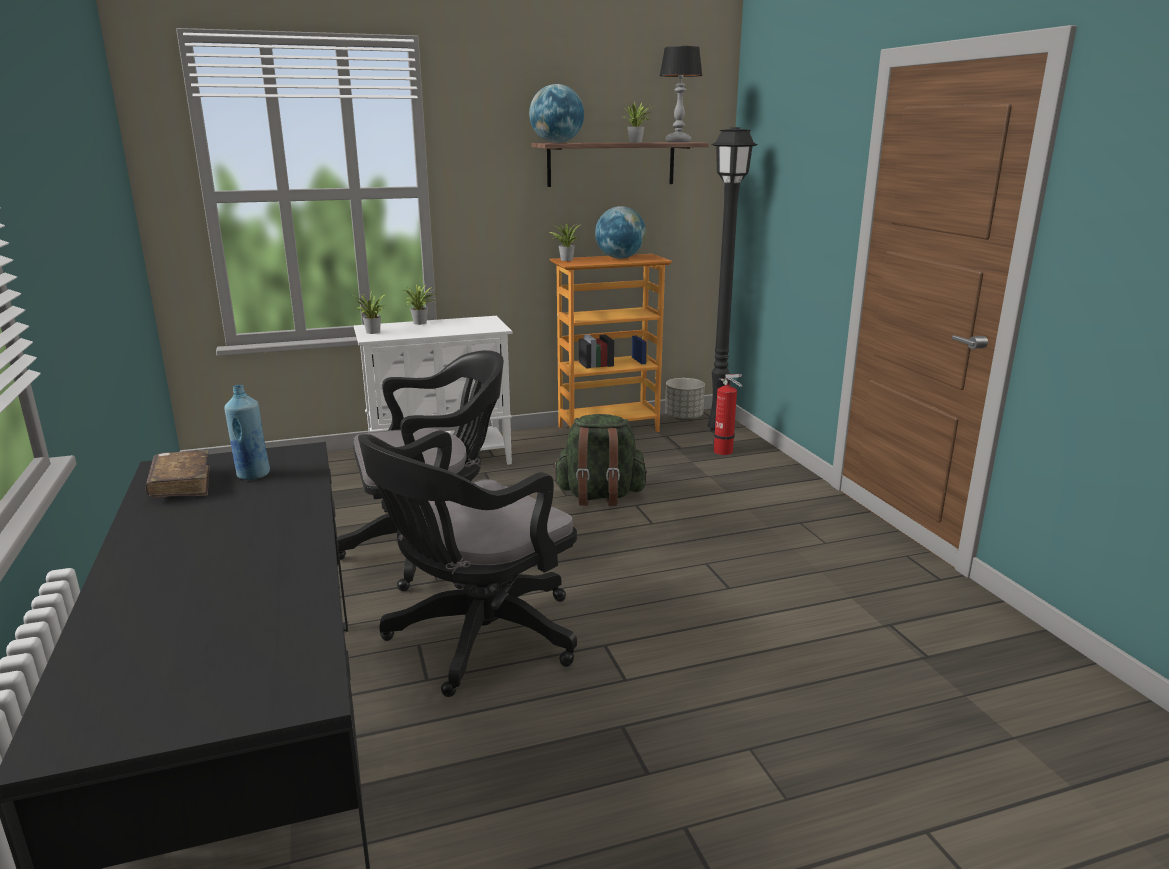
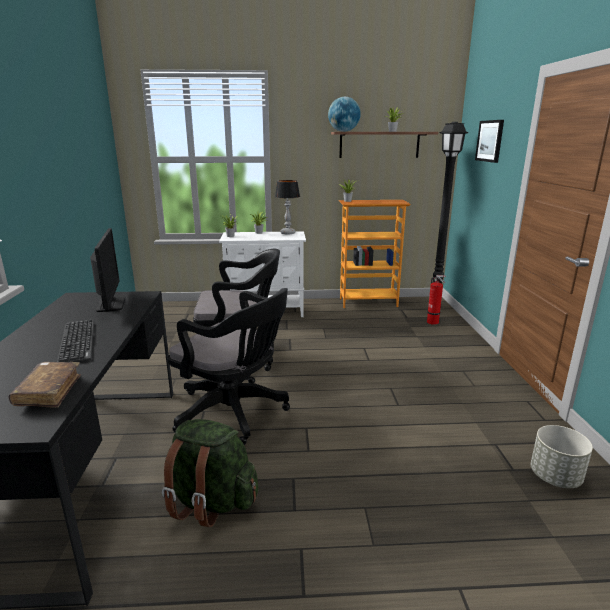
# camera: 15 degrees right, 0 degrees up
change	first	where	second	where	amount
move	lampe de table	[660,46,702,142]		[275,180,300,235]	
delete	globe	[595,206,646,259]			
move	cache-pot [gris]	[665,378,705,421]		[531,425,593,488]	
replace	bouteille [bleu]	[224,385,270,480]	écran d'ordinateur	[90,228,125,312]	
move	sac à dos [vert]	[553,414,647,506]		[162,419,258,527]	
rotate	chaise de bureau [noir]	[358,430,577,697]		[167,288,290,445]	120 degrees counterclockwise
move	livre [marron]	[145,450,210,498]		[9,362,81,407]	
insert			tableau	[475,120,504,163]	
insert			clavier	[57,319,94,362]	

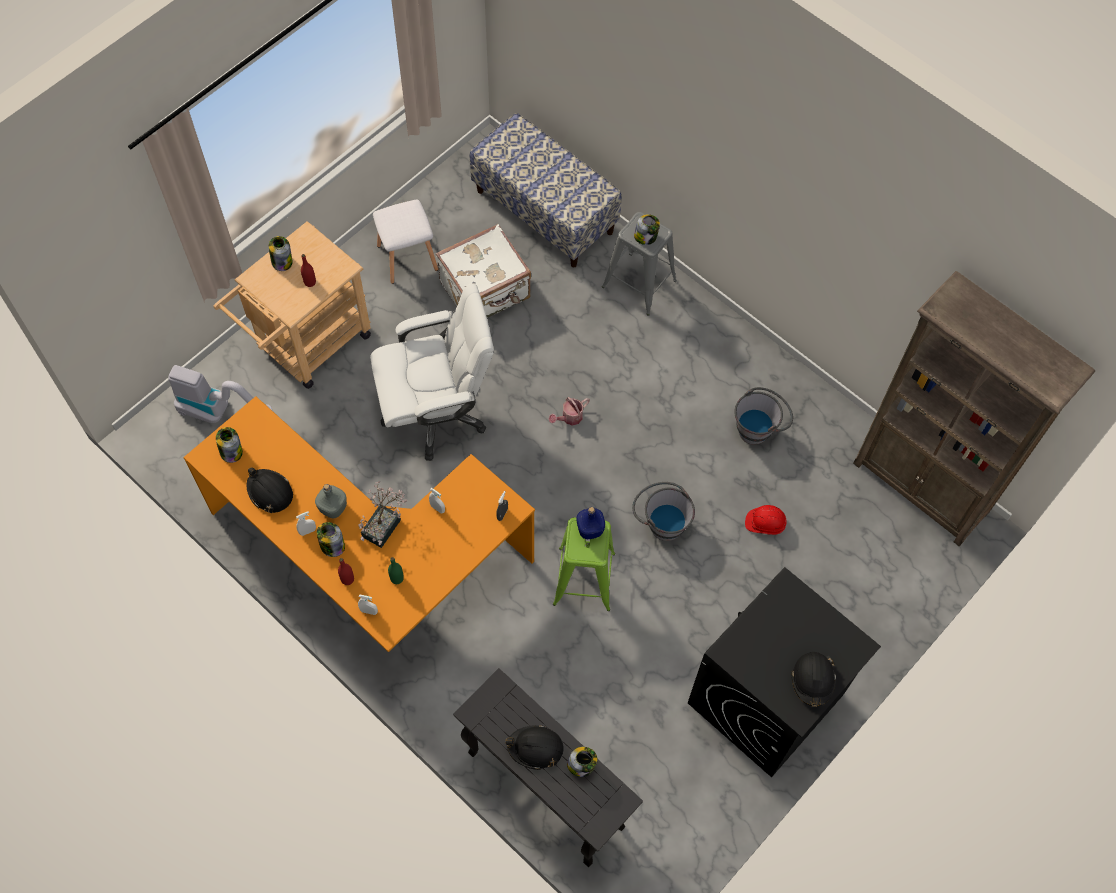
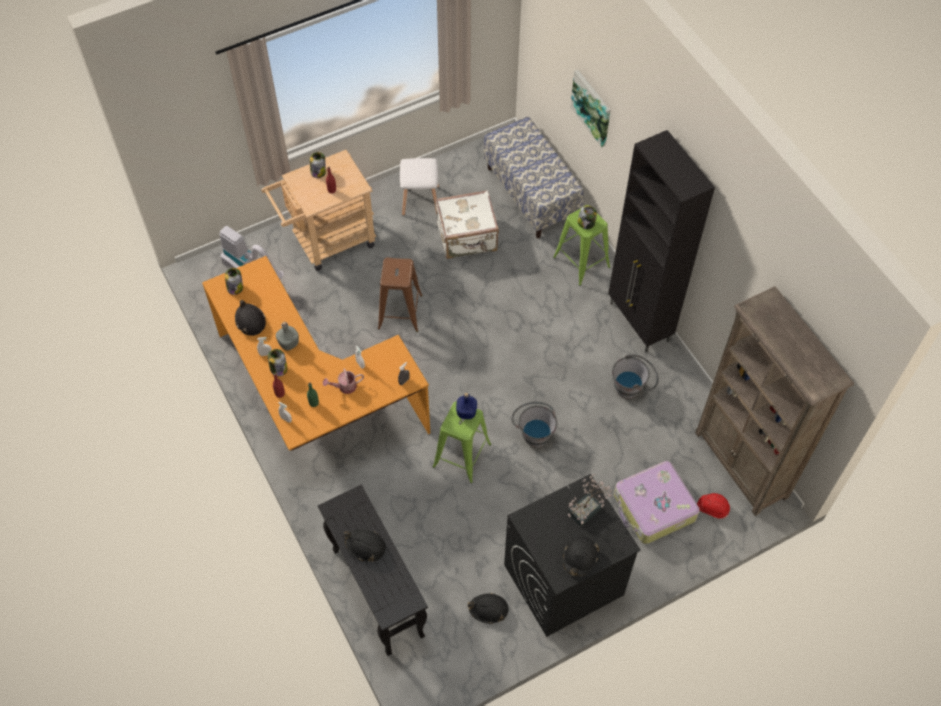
# camera: 20 degrees right, 5 degrees down
change	first	where	second	where	amount
recolor	tabouret [gris]	[602,212,677,315]	tabouret [vert]	[553,205,610,286]	
replace	chaise de bureau [blanc]	[370,284,494,461]	tabouret [marron]	[378,258,423,332]	
move	arrosoir	[549,397,590,426]		[323,368,364,394]	
move	plante en pot	[358,481,408,548]		[568,474,612,527]	
move	casque de chantier [rouge]	[745,505,787,535]		[697,493,730,519]	
delete	bocal	[567,747,598,777]			
insert			tableau	[570,70,611,147]	
insert			meuble de rangement [noir]	[608,130,715,353]	
insert			valise	[614,461,700,544]	
insert			casque de chantier [noir]	[468,593,509,624]	

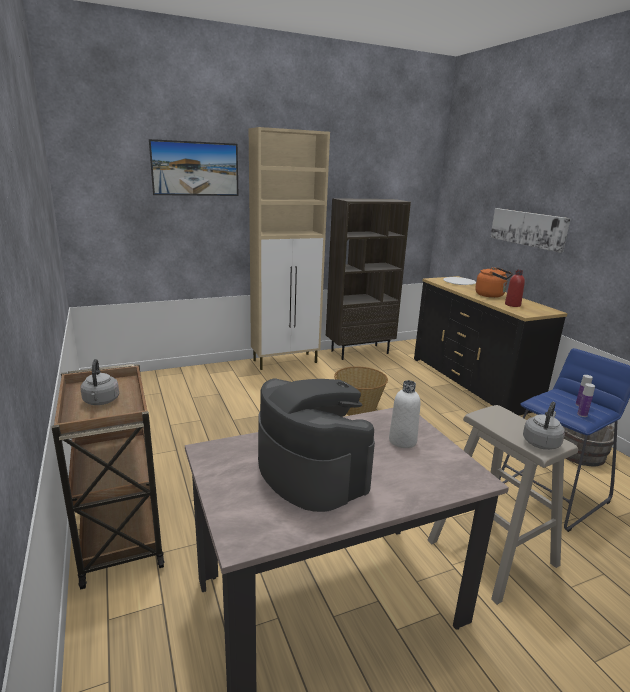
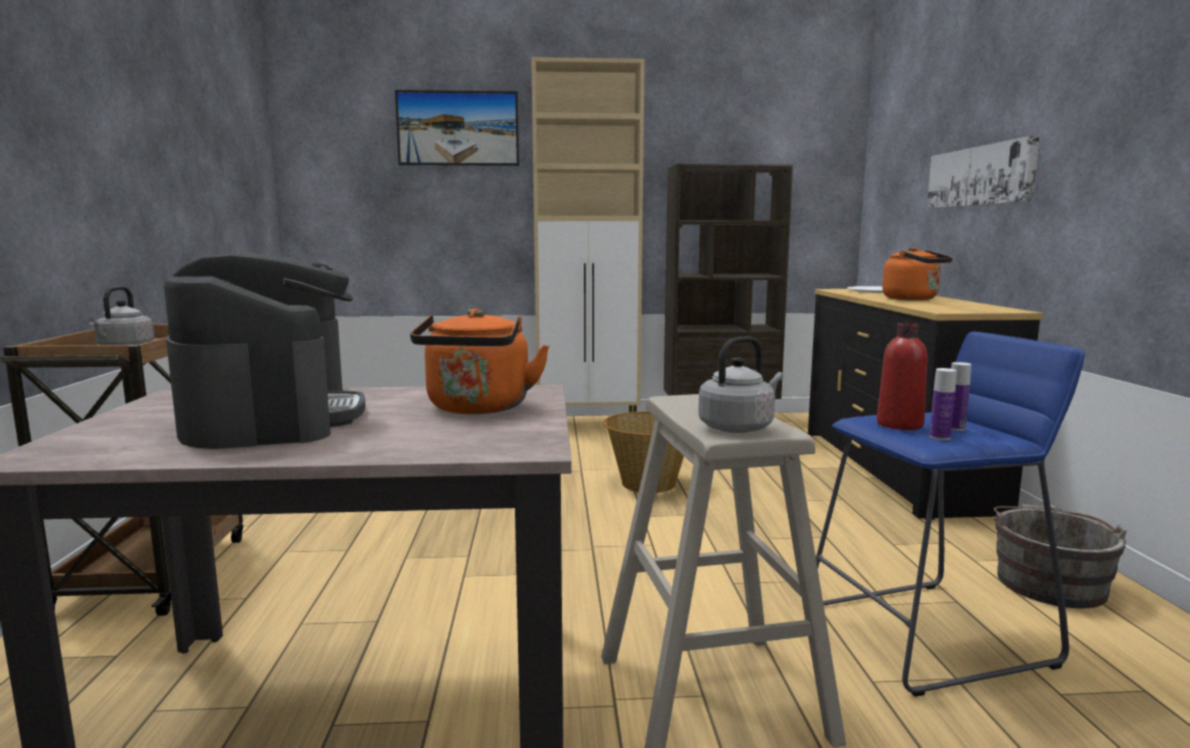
# camera: 20 degrees right, 10 degrees down
change	first	where	second	where	amount
move	bouteille [rouge]	[505,270,525,307]		[877,323,928,430]	
replace	bouteille [blanc]	[389,380,420,448]	bouilloire [orange]	[410,308,550,414]	

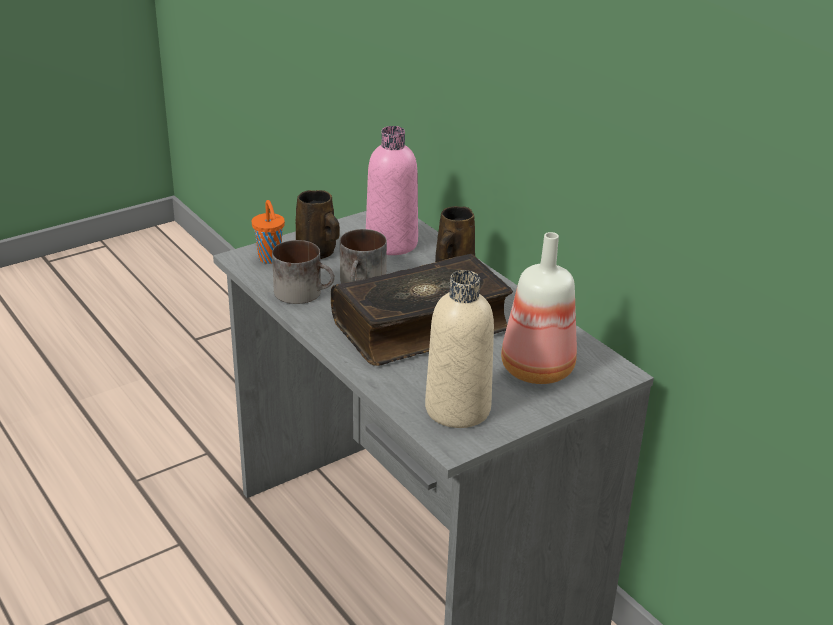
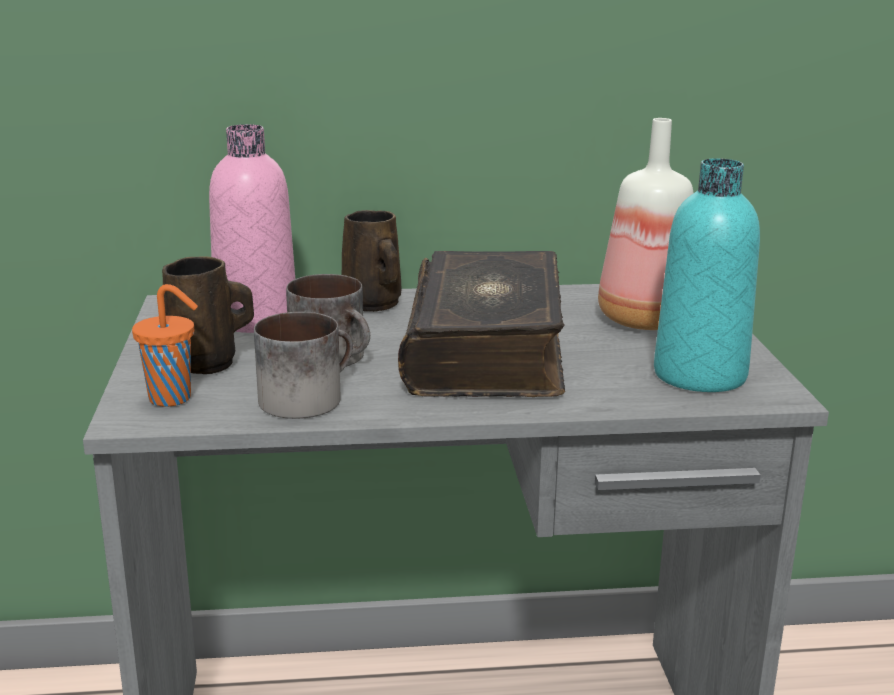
# camera: 60 degrees left, 10 degrees down
change	first	where	second	where	amount
recolor	bouteille [beige]	[425,270,494,428]	bouteille [turquoise]	[654,158,760,392]	

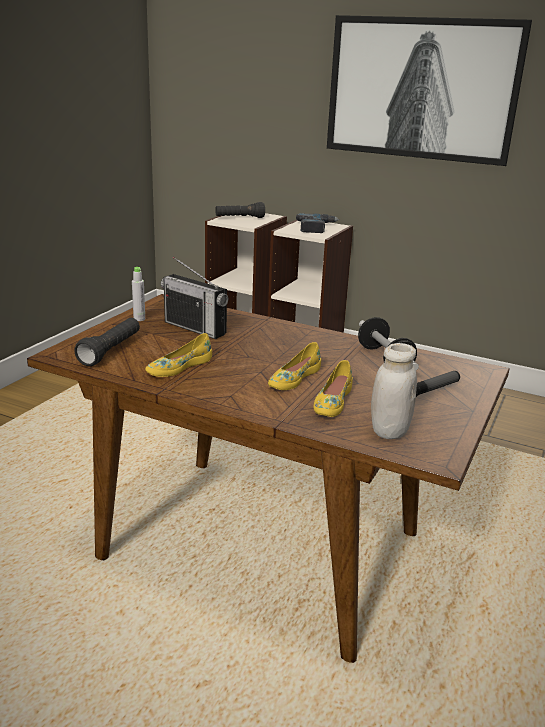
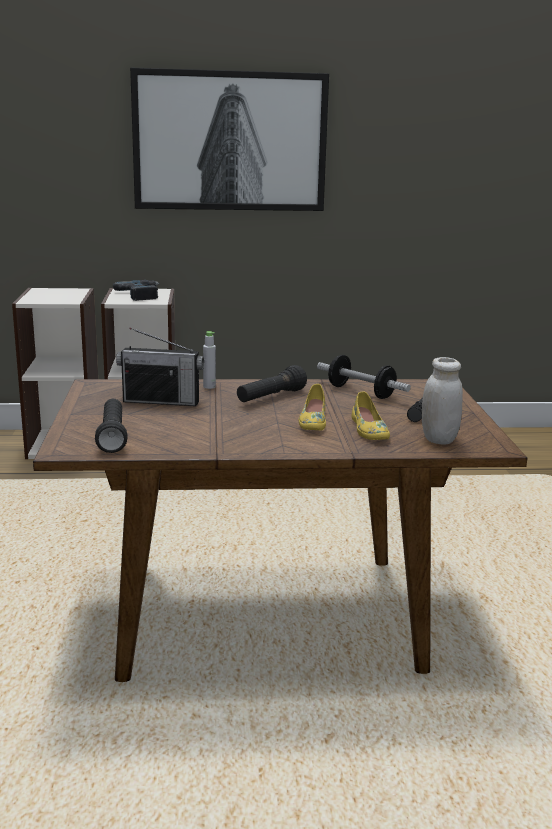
# camera: 30 degrees left, 5 degrees down
change	first	where	second	where	amount
move	lampe de poche [noir]	[215,202,265,218]		[237,365,307,402]	
move	bouteille [gris]	[132,267,145,321]		[203,331,216,389]	
delete	chaussure [jaune]	[145,333,212,377]			

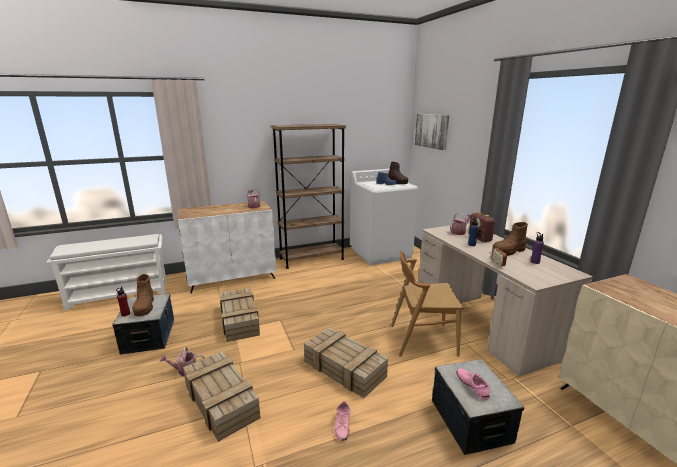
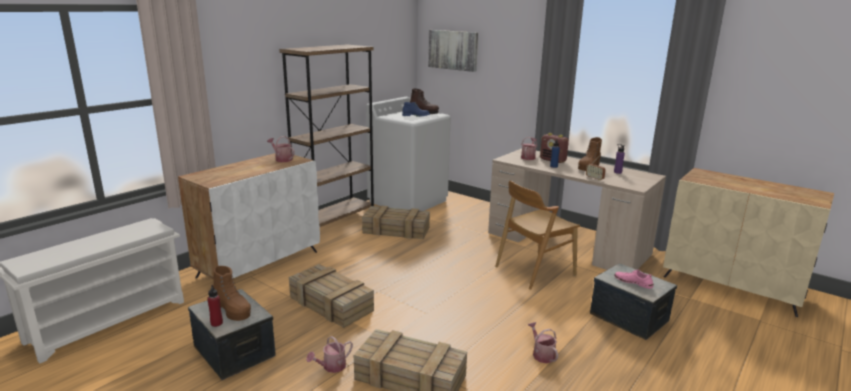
# camera: 30 degrees left, 0 degrees up
change	first	where	second	where	amount
move	caisse	[304,328,388,398]		[362,206,430,239]	
replace	chaussure [rose]	[334,401,351,441]	arrosoir	[528,322,558,363]	

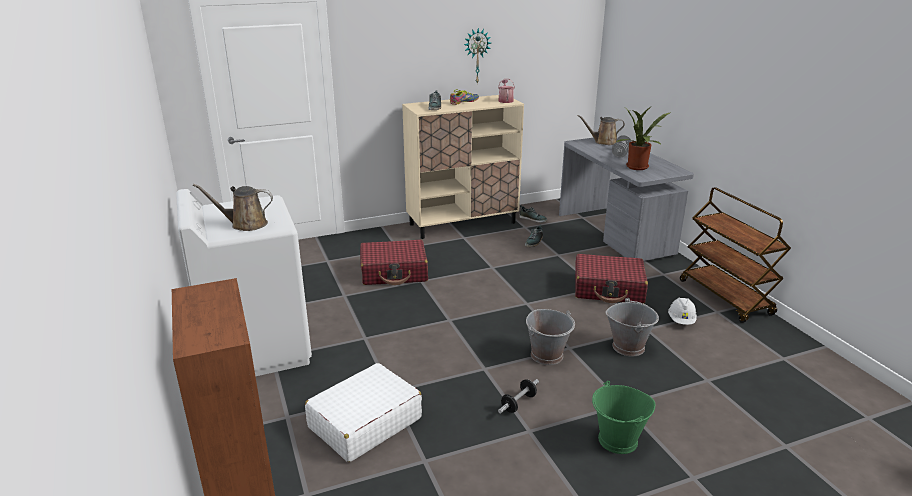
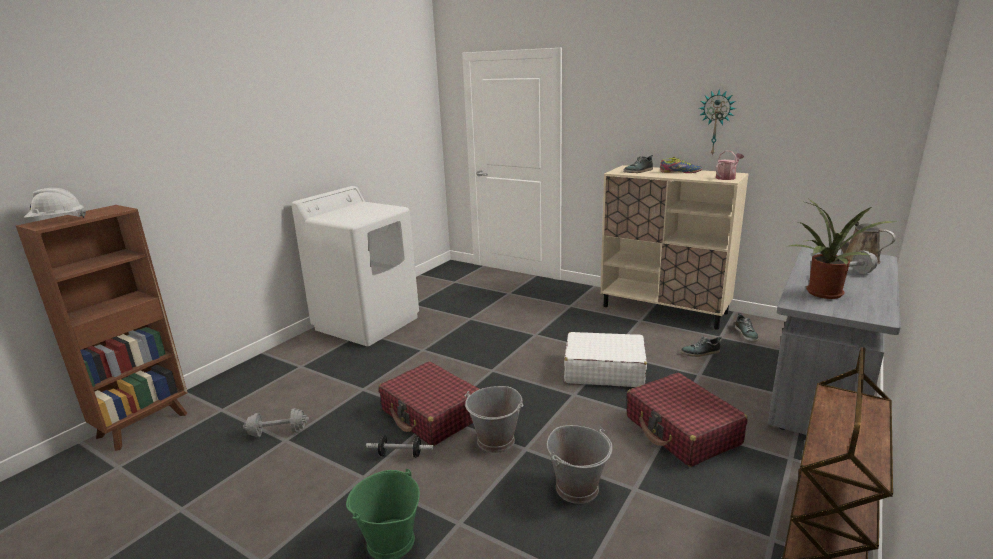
# camera: 55 degrees right, 5 degrees down
change	first	where	second	where	amount
delete	arrosoir [marron]	[193,184,273,231]			
move	valise [rouge]	[360,240,428,285]		[379,361,479,446]	
move	casque de chantier [blanc]	[668,297,697,325]		[24,188,86,218]	
move	valise [blanc]	[305,363,422,462]		[564,332,647,387]	
insert			haltère [gris]	[243,408,309,437]	

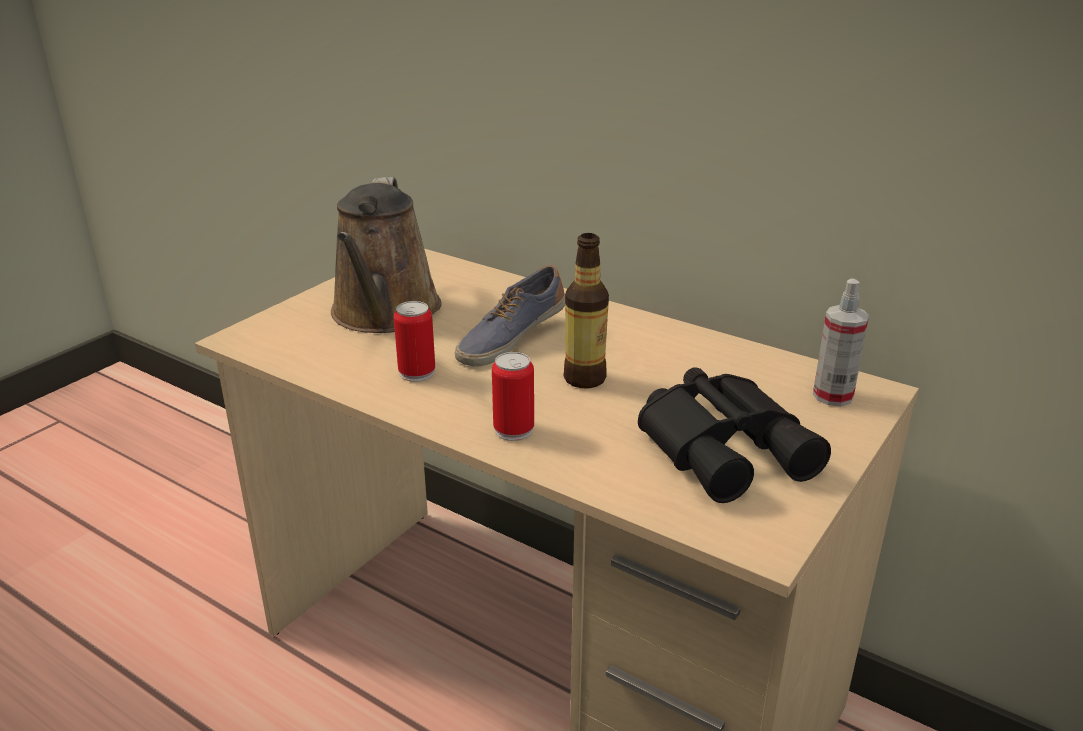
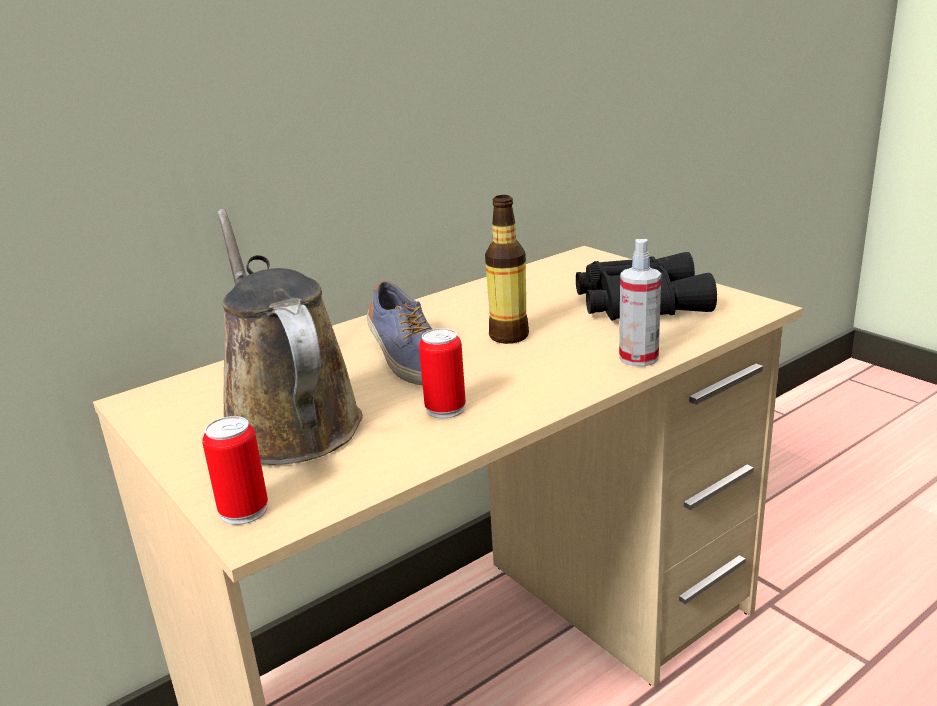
# camera: 70 degrees left, 5 degrees down
change	first	where	second	where	amount
rotate	arrosoir [marron]	[331,177,442,333]		[217,209,363,465]	135 degrees counterclockwise
move	vaporisateur	[813,279,869,406]		[619,239,661,367]	
move	boîte métallique	[492,352,534,441]		[202,416,268,525]	

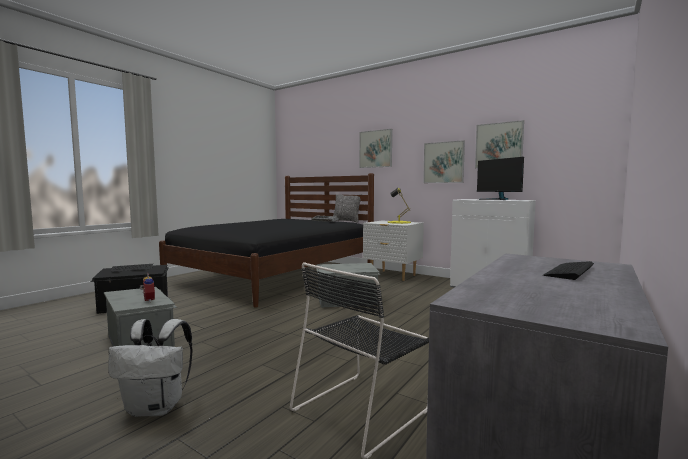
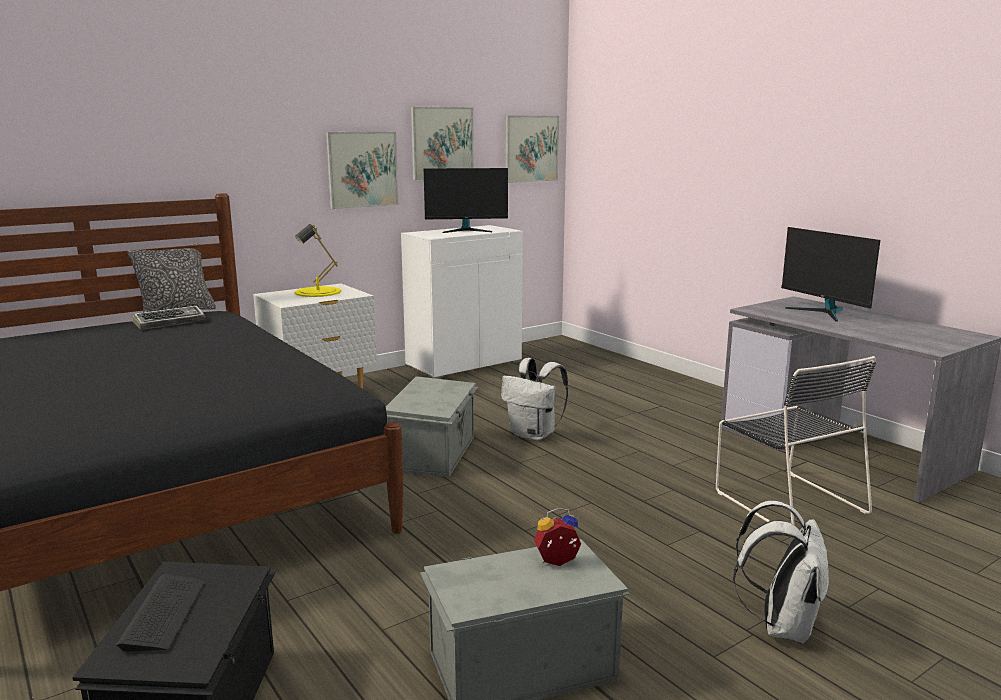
# camera: 70 degrees left, 10 degrees up
change	first	where	second	where	amount
move	tableau	[359,129,392,168]		[505,115,559,183]	
replace	clavier	[543,261,594,280]	écran d'ordinateur	[781,227,880,322]	
insert			sac à dos [blanc]	[501,358,568,441]	

